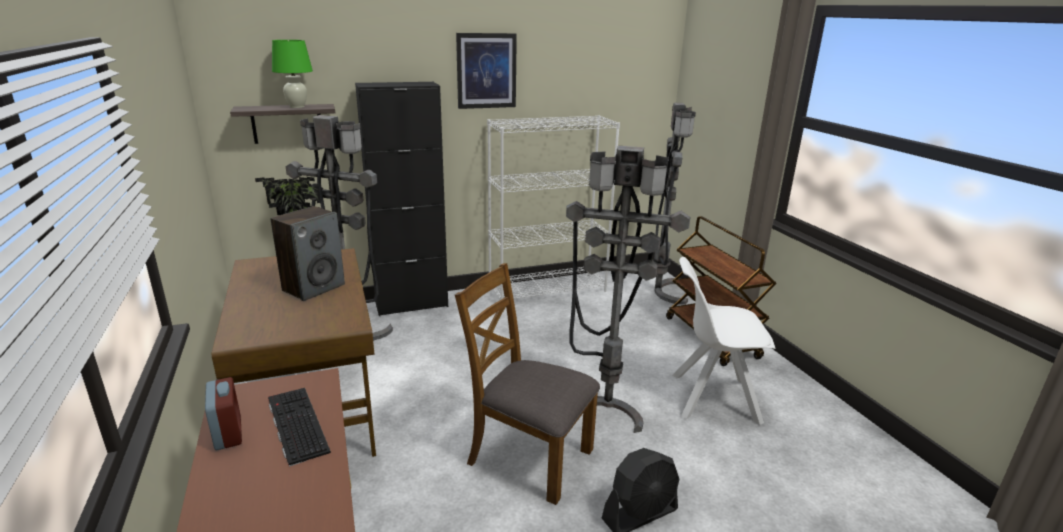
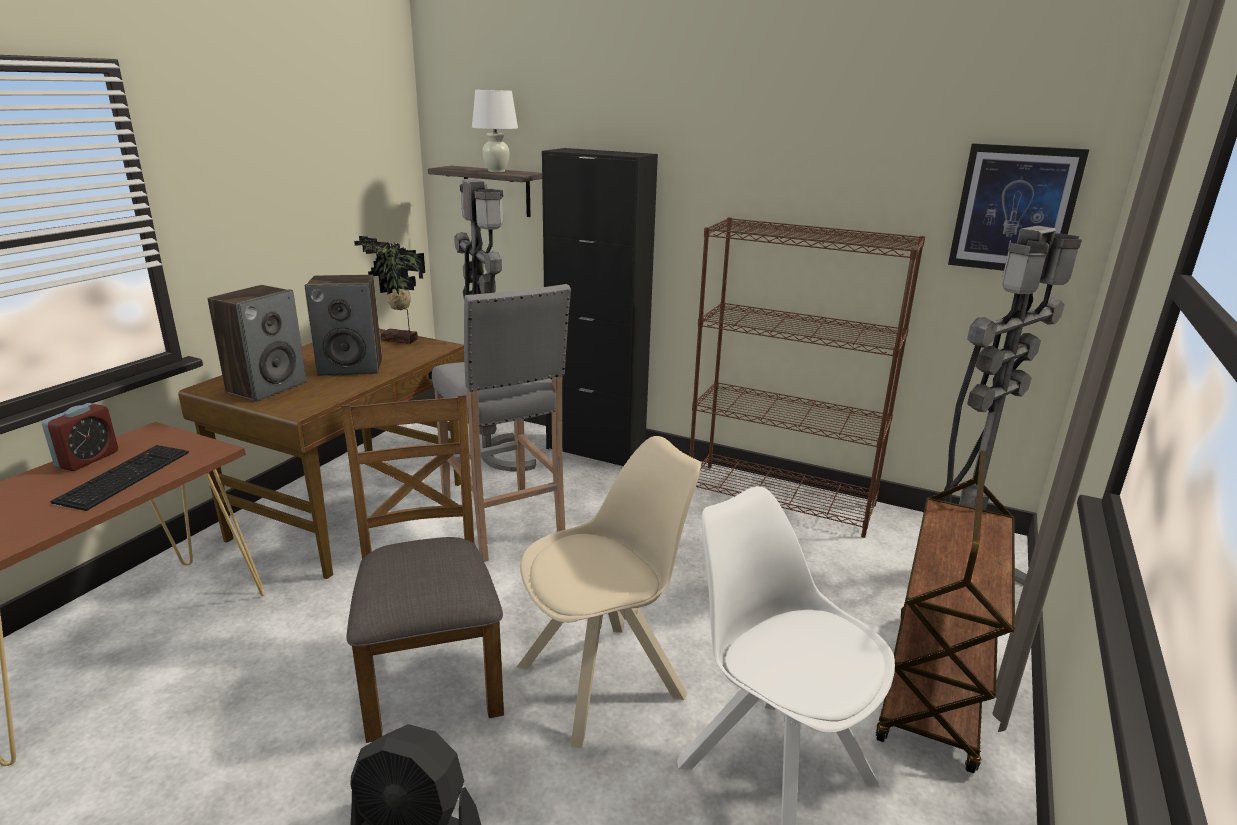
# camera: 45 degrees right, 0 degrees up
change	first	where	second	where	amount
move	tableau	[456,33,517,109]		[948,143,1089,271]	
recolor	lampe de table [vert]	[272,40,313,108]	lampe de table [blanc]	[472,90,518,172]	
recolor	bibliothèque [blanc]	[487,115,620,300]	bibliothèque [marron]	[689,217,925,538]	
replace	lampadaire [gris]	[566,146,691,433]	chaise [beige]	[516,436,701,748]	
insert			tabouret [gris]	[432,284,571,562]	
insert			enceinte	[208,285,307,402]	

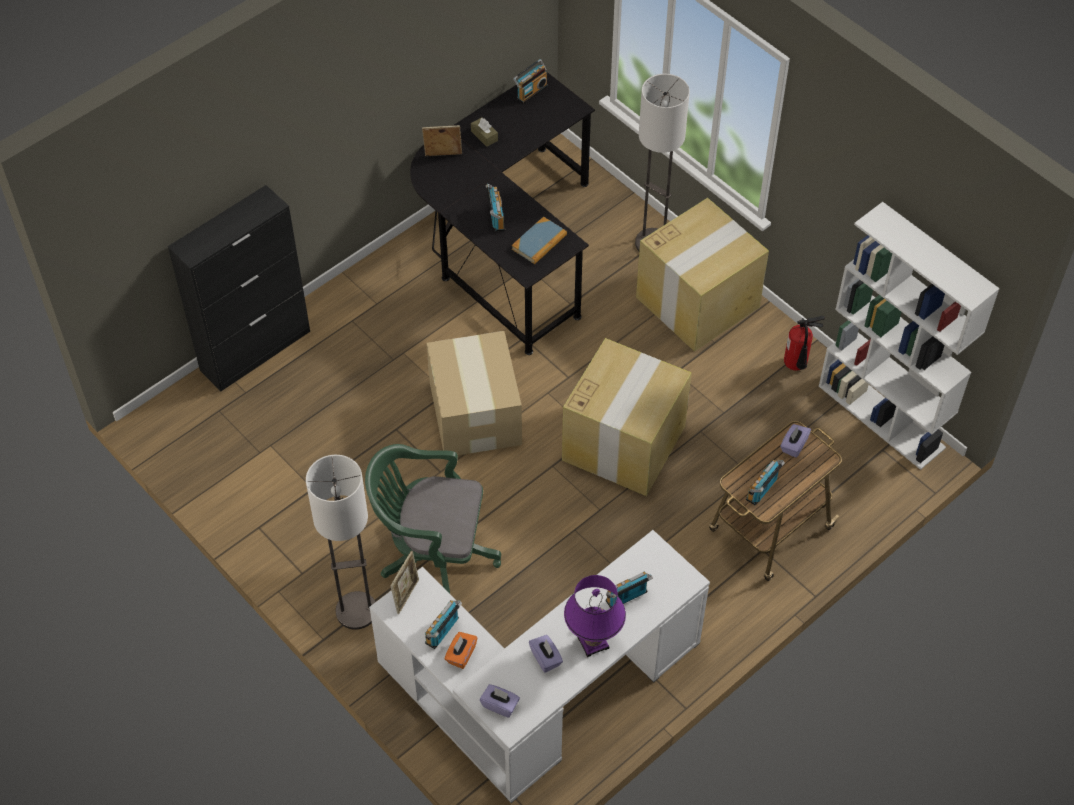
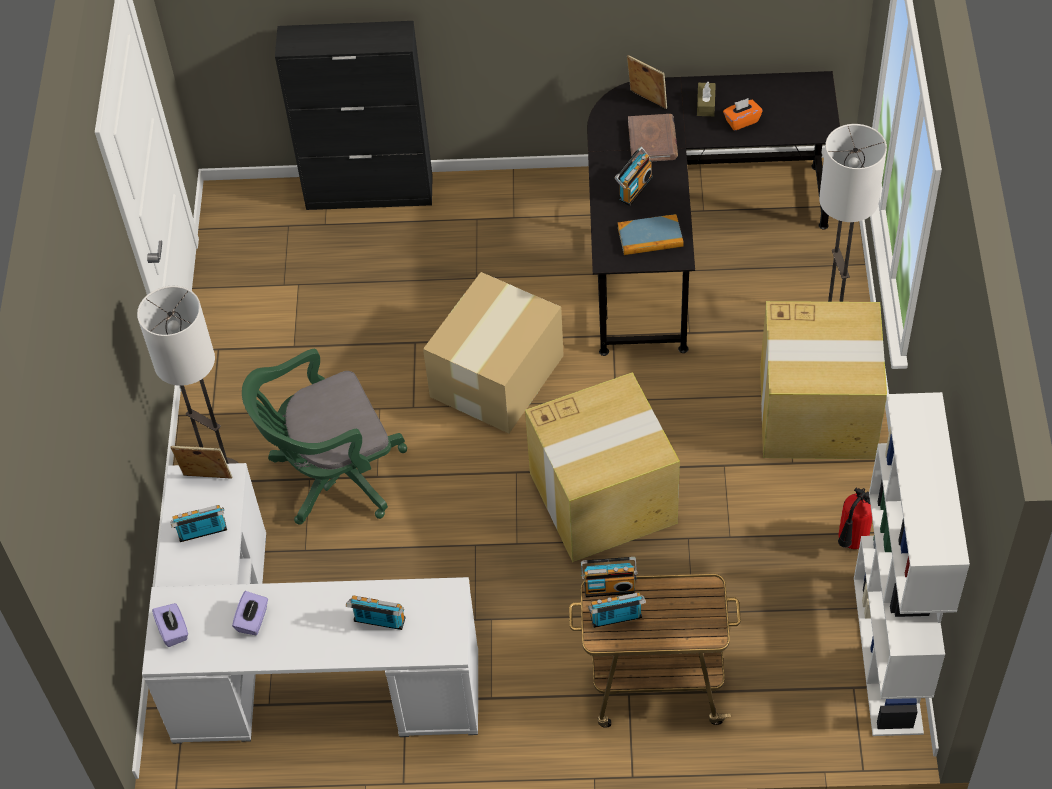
# camera: 45 degrees right, 0 degrees up
change	first	where	second	where	amount
move	radio	[513,59,548,104]		[581,557,638,597]	
delete	boîte à mouchoirs [violet]	[780,424,811,458]			
rotate	chaise de bureau [vert]	[365,444,501,593]		[242,349,407,525]	75 degrees counterclockwise
rotate	cadre photo	[390,551,419,614]		[170,446,232,479]	150 degrees counterclockwise
delete	lampe de table [violet]	[564,575,626,657]			
move	boîte à mouchoirs [orange]	[445,632,477,669]		[723,98,762,131]	
insert			livre [marron]	[628,114,678,163]	

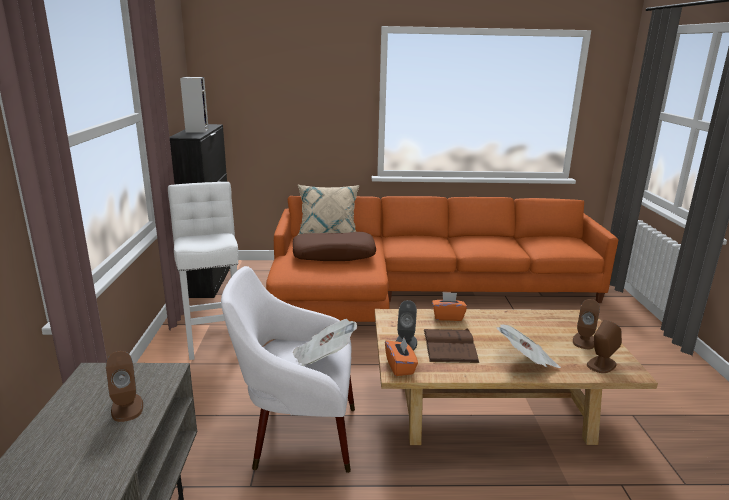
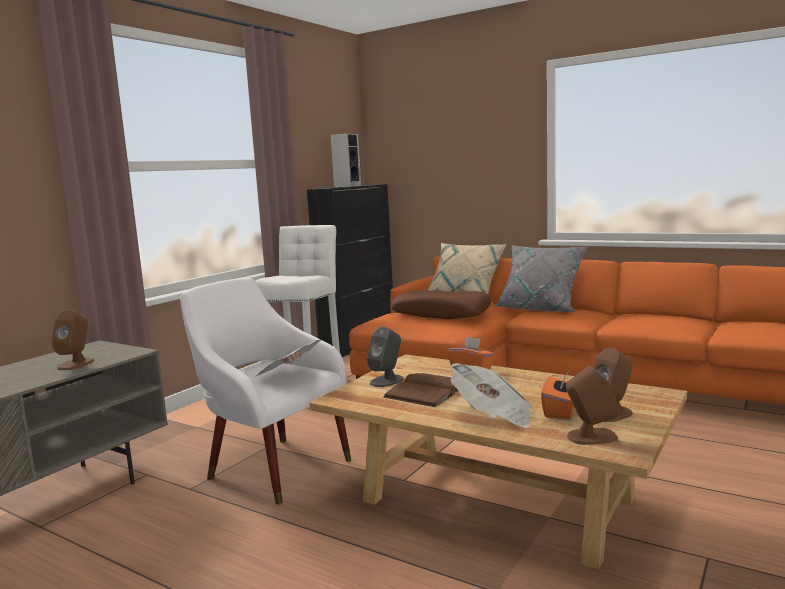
# camera: 35 degrees right, 10 degrees down
change	first	where	second	where	amount
move	boîte à mouchoirs [orange]	[385,338,418,376]		[541,372,574,419]	
insert			coussin [gris]	[493,245,588,312]	

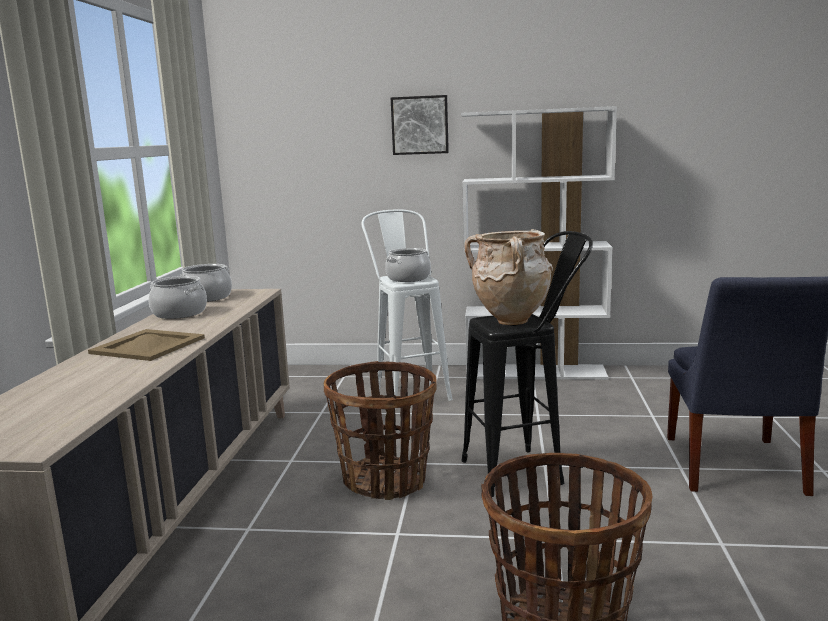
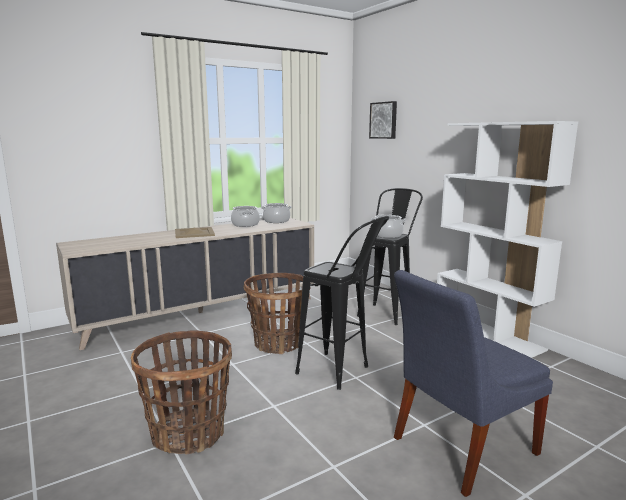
# camera: 50 degrees right, 0 degrees up
change	first	where	second	where	amount
move	tableau	[391,95,449,155]		[369,101,397,139]	
recolor	tabouret [blanc]	[361,209,452,401]	tabouret [noir]	[357,188,423,325]	
delete	vase [beige]	[464,229,553,325]			

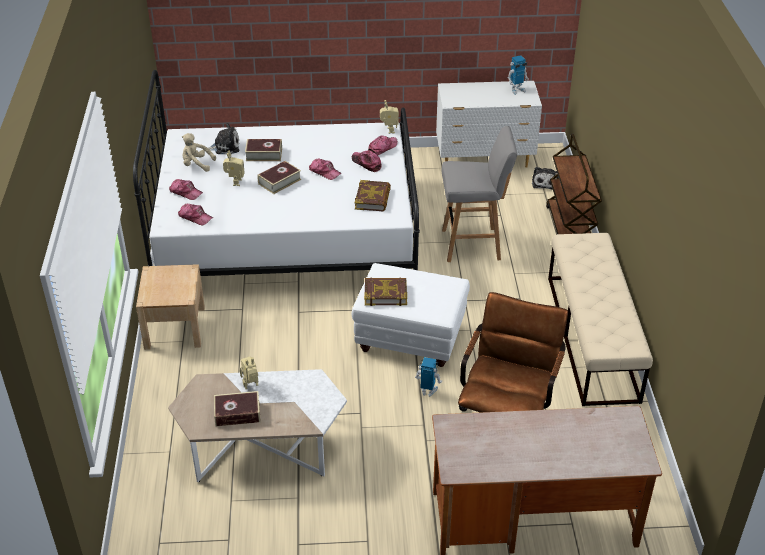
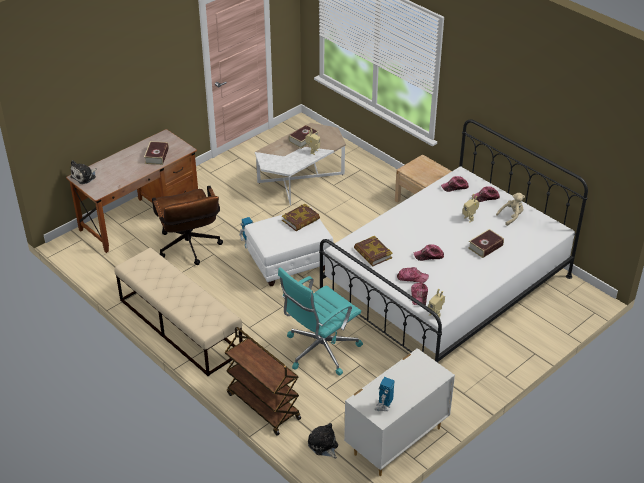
# camera: 140 degrees right, 0 degrees up
change	first	where	second	where	amount
move	peluche	[208,123,239,154]		[70,160,97,184]	
replace	tabouret [gris]	[442,126,517,262]	chaise de bureau [turquoise]	[278,267,363,375]	
move	livre	[258,161,301,194]		[144,141,169,165]	

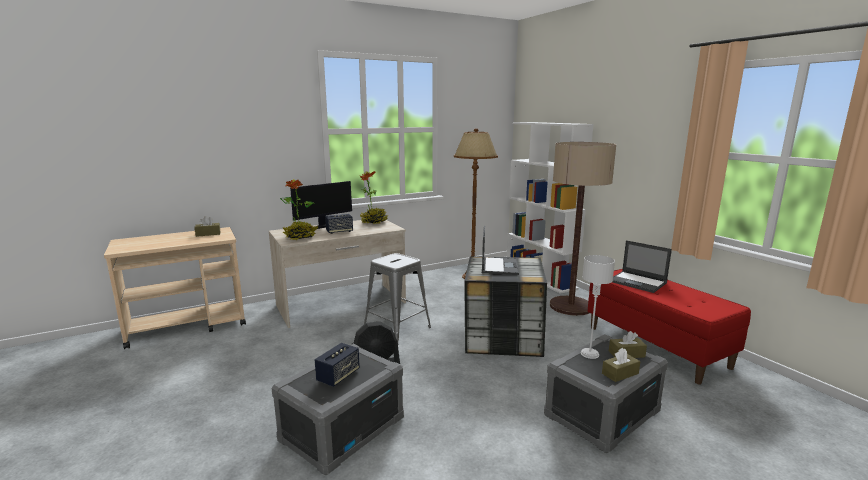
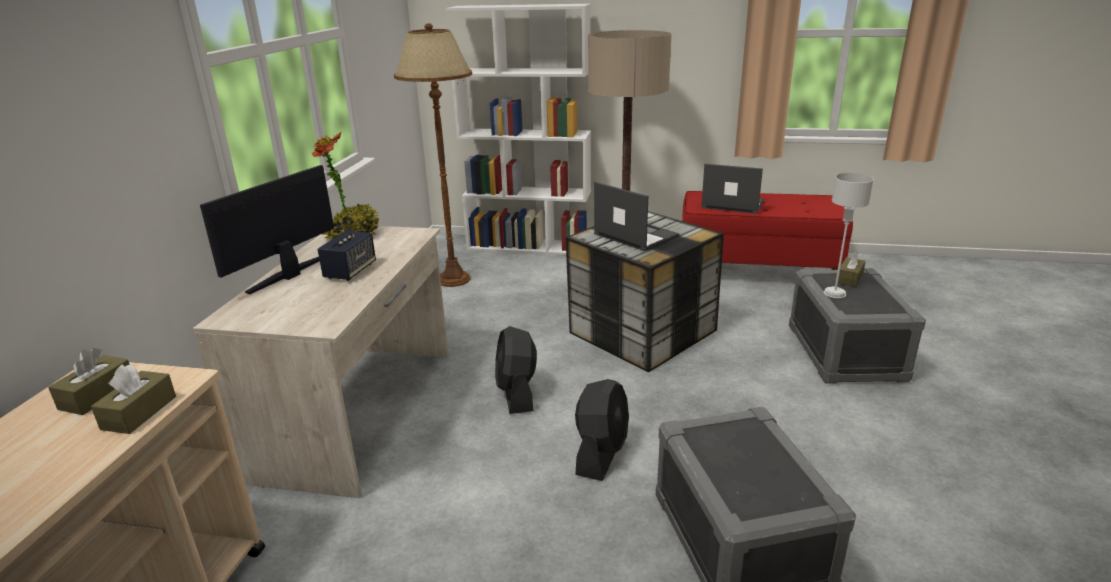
# camera: 50 degrees left, 10 degrees up
change	first	where	second	where	amount
delete	plante en pot	[280,179,318,240]			
rotate	écran d'ordinateur	[290,181,352,229]		[200,165,334,294]	150 degrees counterclockwise
rotate	ordinateur portable	[613,240,672,293]		[701,164,765,214]	150 degrees counterclockwise
replace	tabouret [gris]	[364,253,431,342]	ventilateur [noir]	[495,326,537,414]	
delete	enceinte	[315,343,360,387]			
move	boîte à mouchoirs [marron]	[602,348,640,382]		[91,365,176,434]	

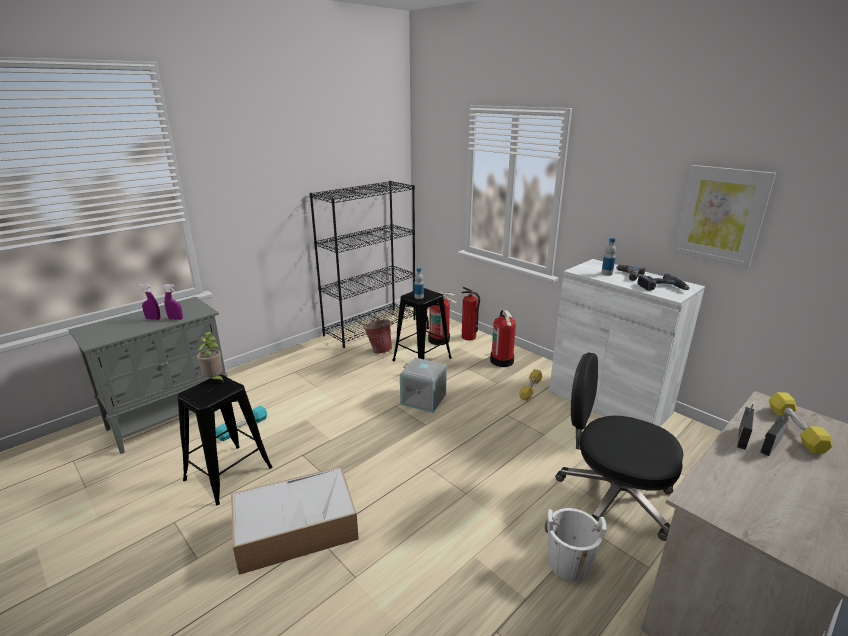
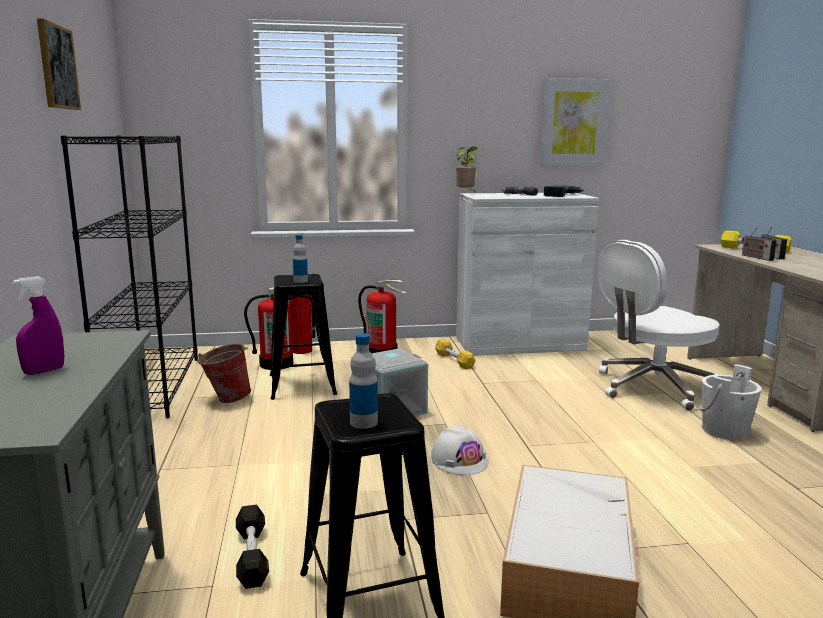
# camera: 55 degrees left, 10 degrees down
change	first	where	second	where	amount
move	bouteille	[601,238,616,276]		[349,333,378,429]	
delete	vaporisateur [violet]	[163,284,183,320]			
move	plante en pot	[197,332,224,383]		[456,147,479,191]	
recolor	chaise de bureau [noir]	[555,353,683,541]	chaise de bureau [blanc]	[598,240,719,411]	
recolor	haltère [turquoise]	[216,406,267,441]	haltère [noir]	[236,505,269,589]	
insert			tableau	[37,18,81,110]	
insert			casque de chantier [blanc]	[430,424,489,475]	

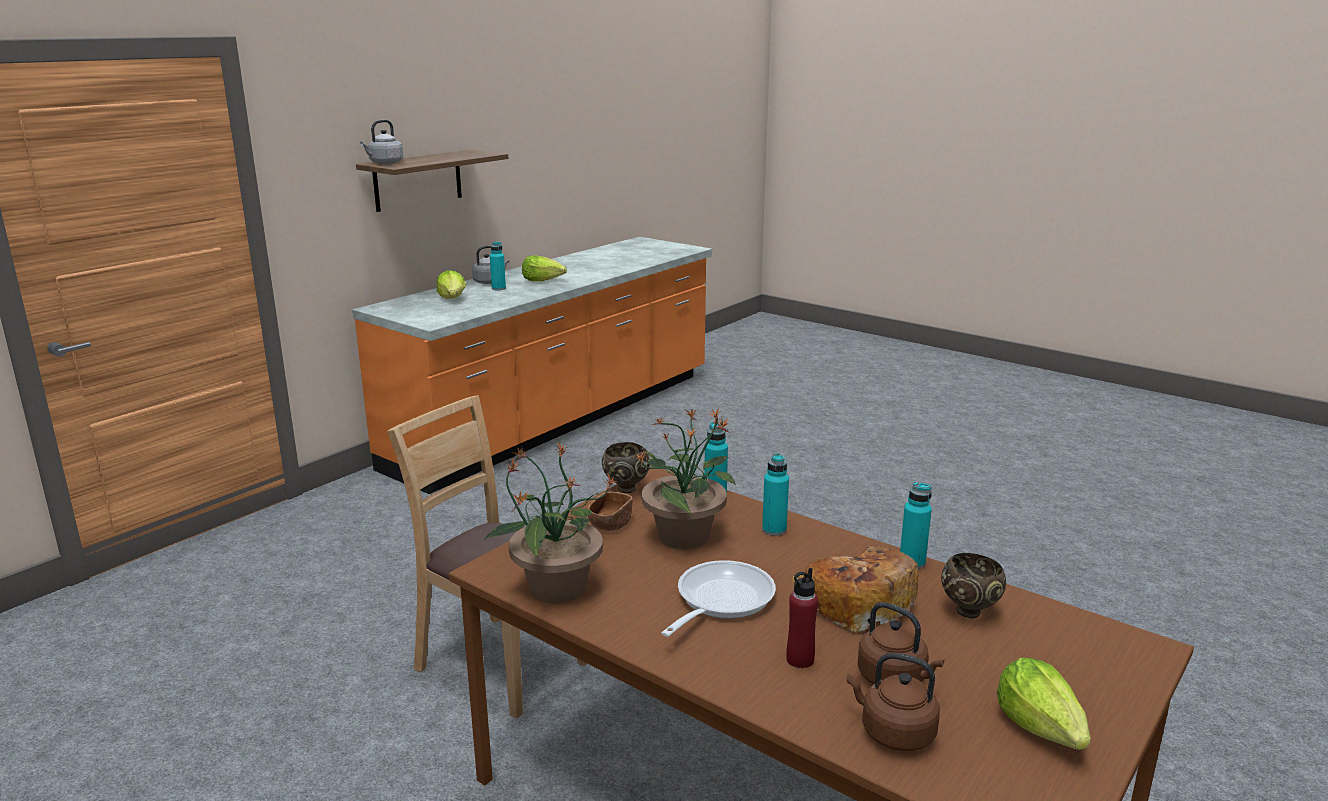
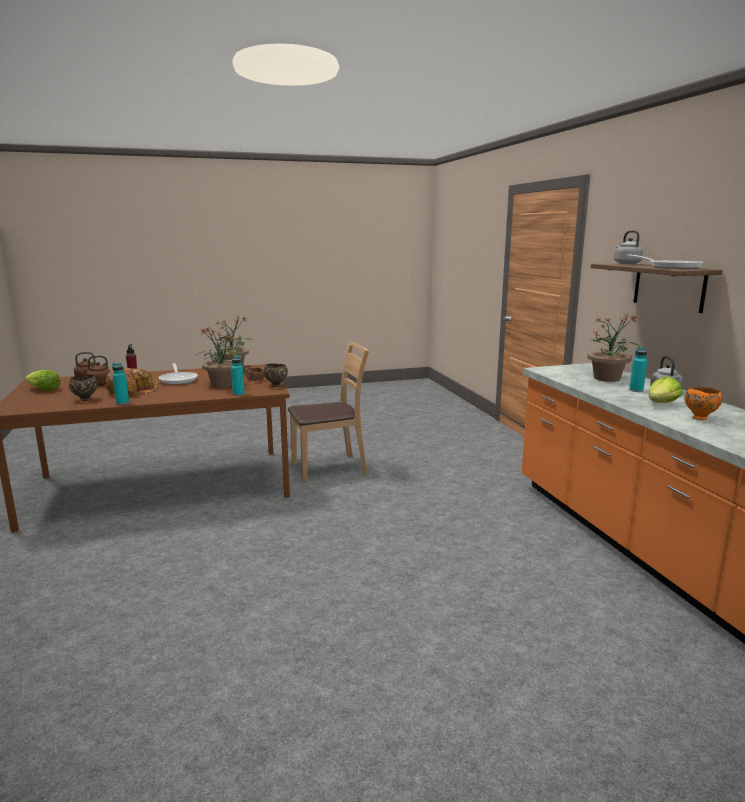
# camera: 125 degrees right, 5 degrees down
change	first	where	second	where	amount
replace	laitue	[437,270,466,299]	plante en pot	[587,314,640,382]	
delete	bouteille [turquoise]	[762,453,789,536]			
insert			poêle	[627,254,703,269]	
insert			bol [orange]	[684,387,722,420]	

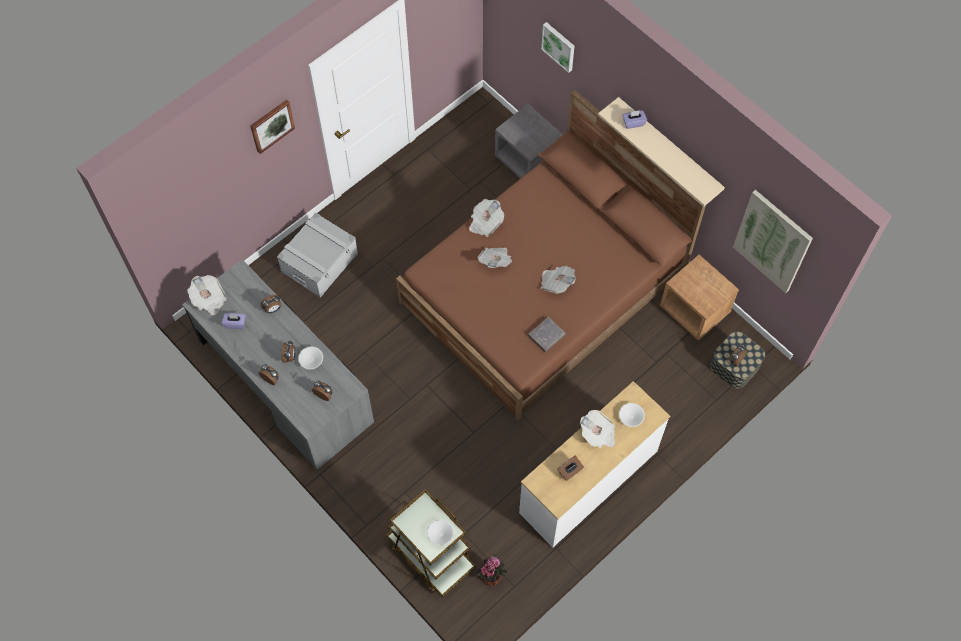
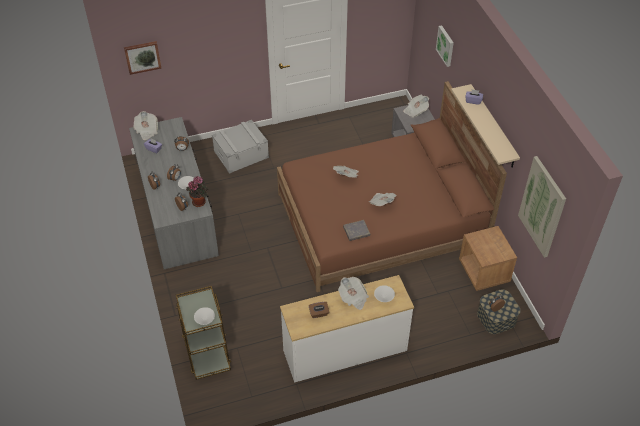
# camera: 25 degrees right, 15 degrees down
change	first	where	second	where	amount
move	tableau	[250,99,295,154]		[124,41,161,75]	
move	journal	[469,199,504,237]		[403,95,429,118]	
move	plante en pot	[476,555,507,586]		[186,176,208,207]	

